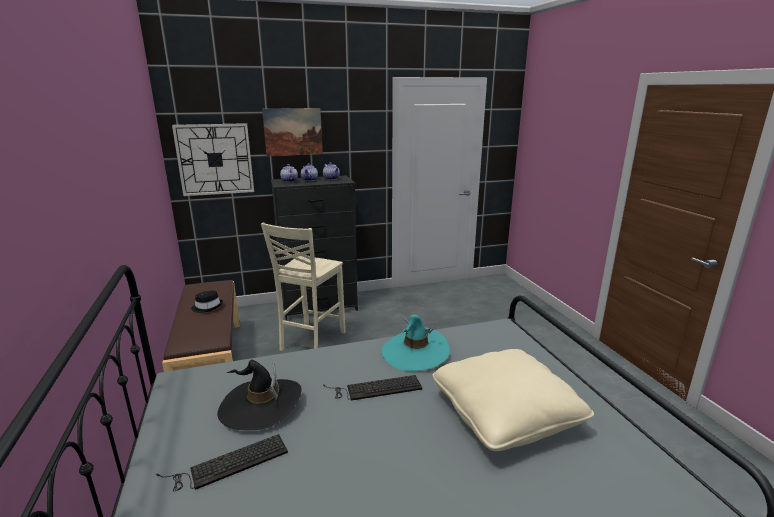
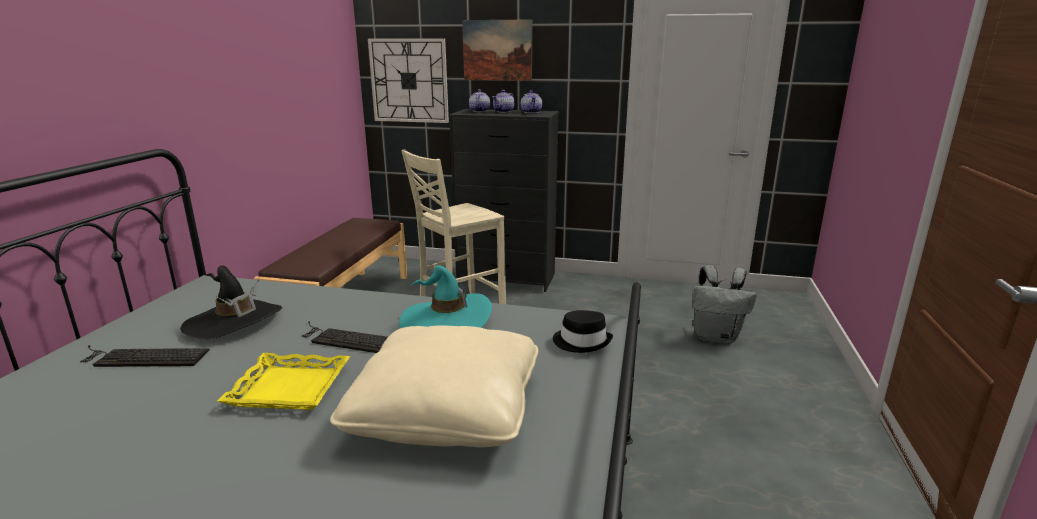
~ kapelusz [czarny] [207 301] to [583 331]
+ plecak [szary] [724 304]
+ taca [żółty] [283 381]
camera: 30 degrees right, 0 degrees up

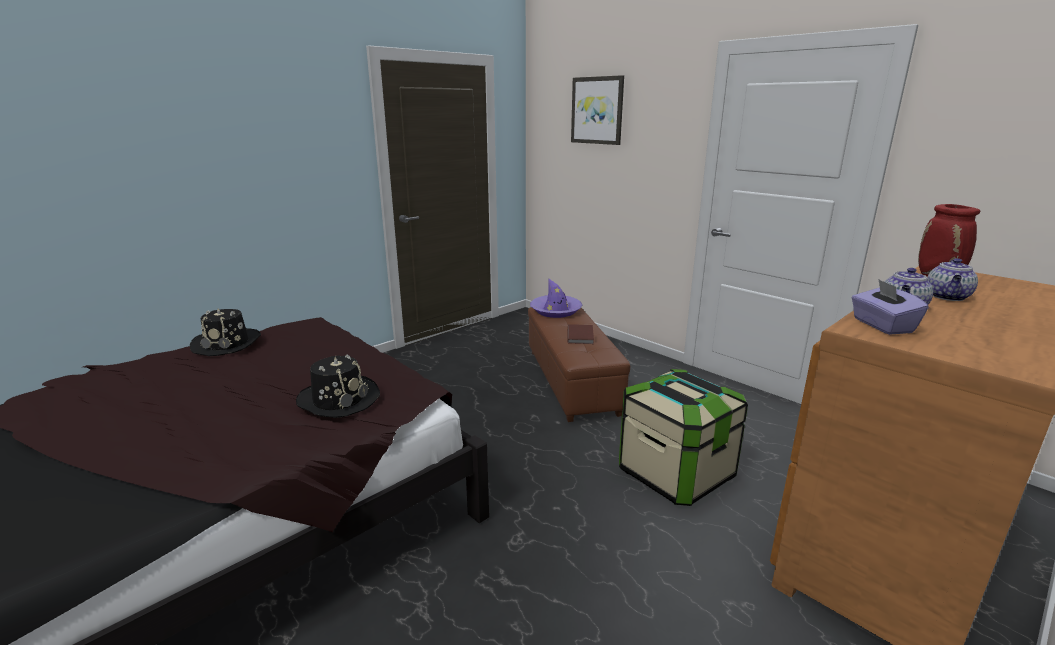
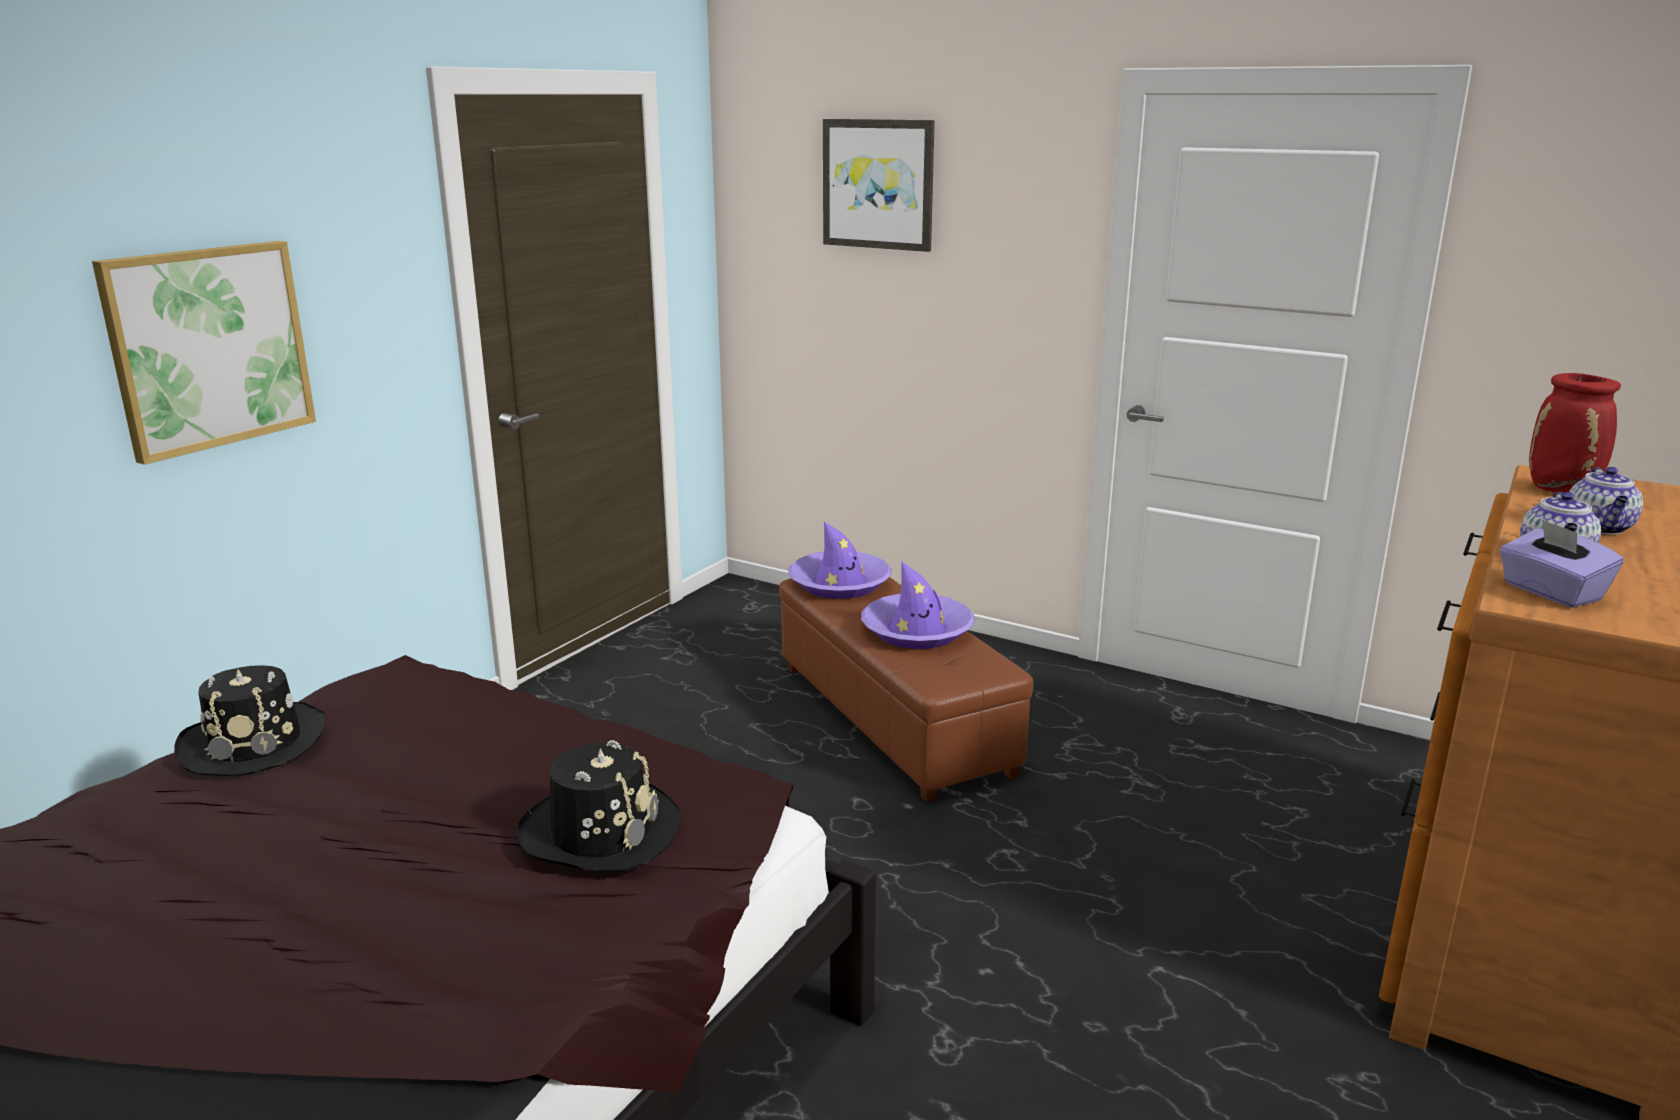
~ książka [brązowy] [580 334] to kapelusz [fioletowy] [918 605]
- pojemnik do przechowywania [683 437]
+ obraz [204 353]
camera: 15 degrees left, 0 degrees up

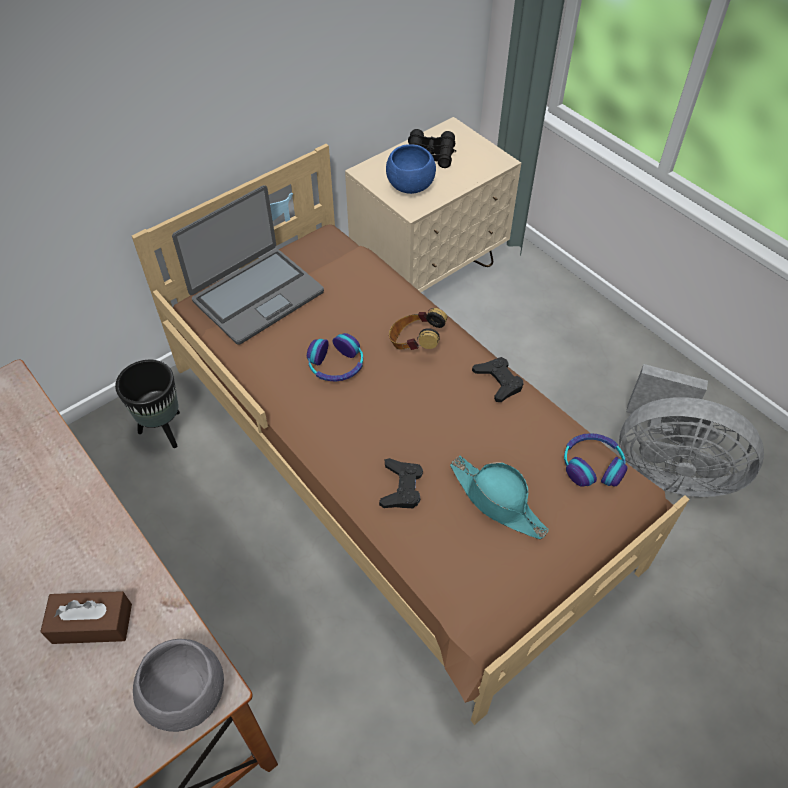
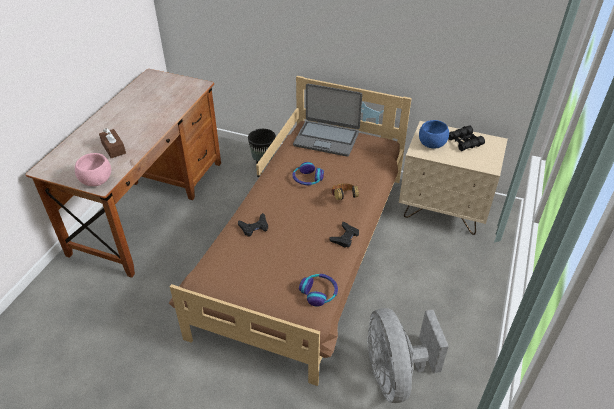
- kapelusz [turkusowy] [499 497]
~ miska [szary] [178 685] to miska [różowy] [93 169]
camera: 60 degrees right, 10 degrees down

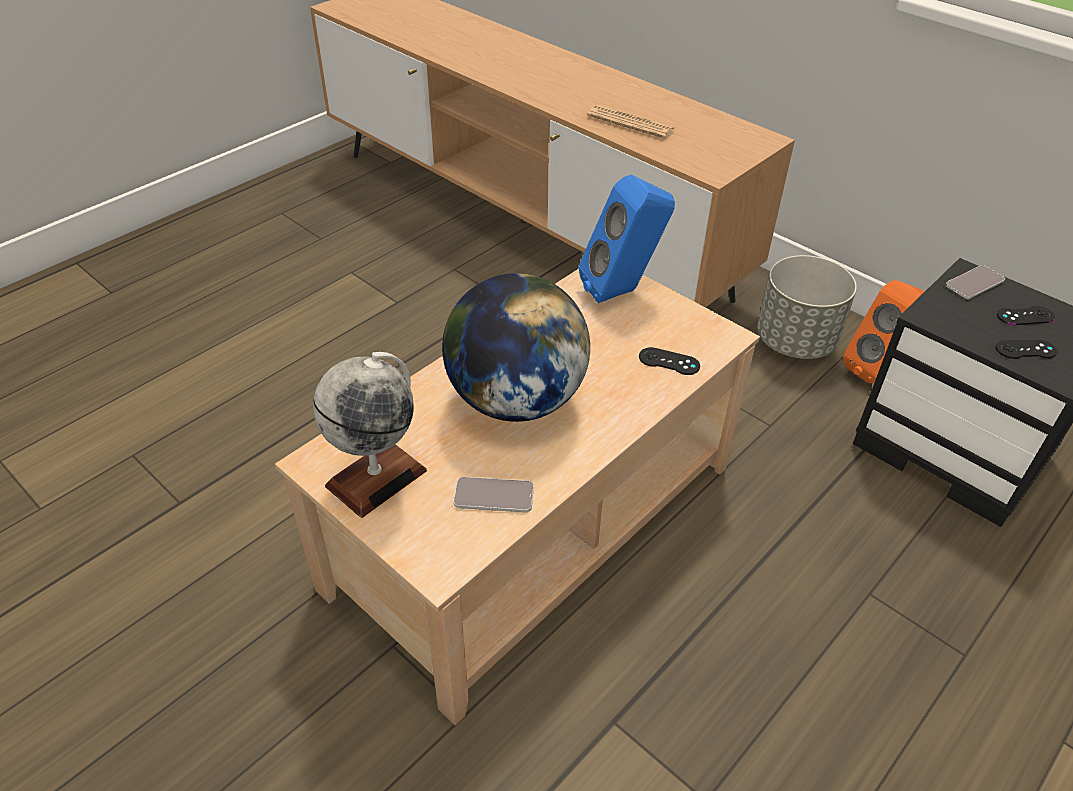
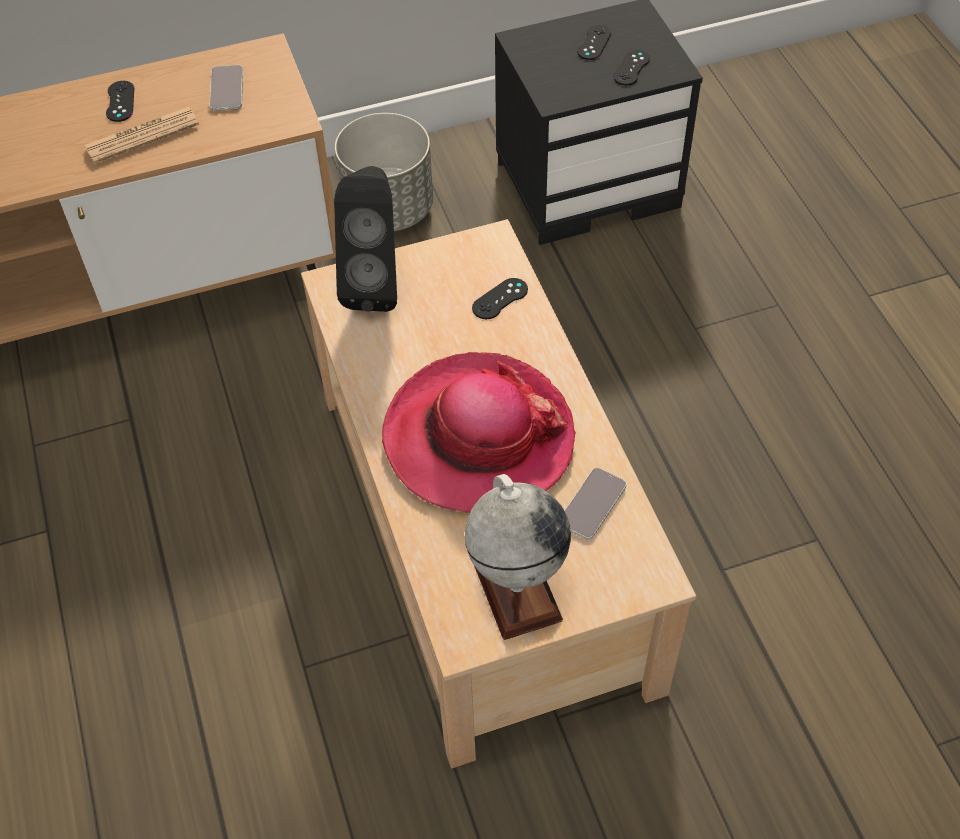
~ głośnik [niebieski] [627 238] to głośnik [czarny] [365 239]
~ telefon [975 282] to [226 88]
~ globus [516 347] to kapelusz [479 432]
- głośnik [pomarańczowy] [883 331]
+ pad do gier [czarny] [120 101]
camera: 60 degrees left, 10 degrees up

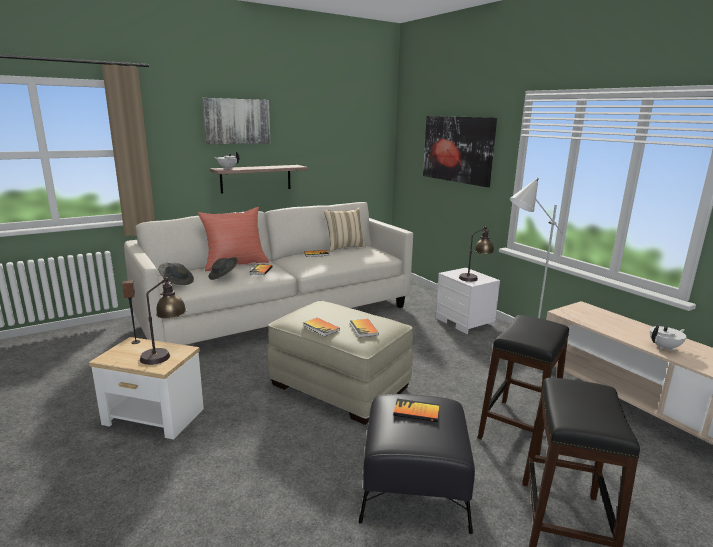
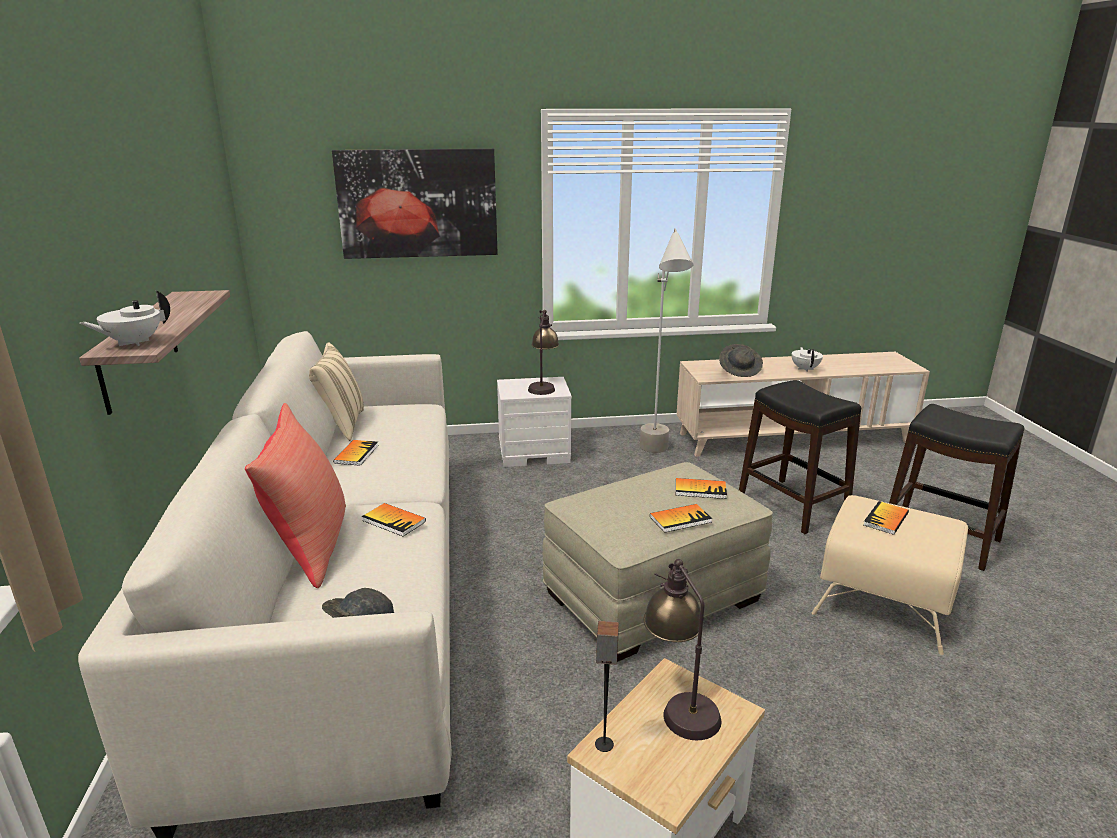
- obraz [236 121]
~ kapelusz [szary] [223 268] to [741 360]
~ pufa [czarny] [417 464] to pufa [beżowy] [889 575]
camera: 65 degrees left, 5 degrees up

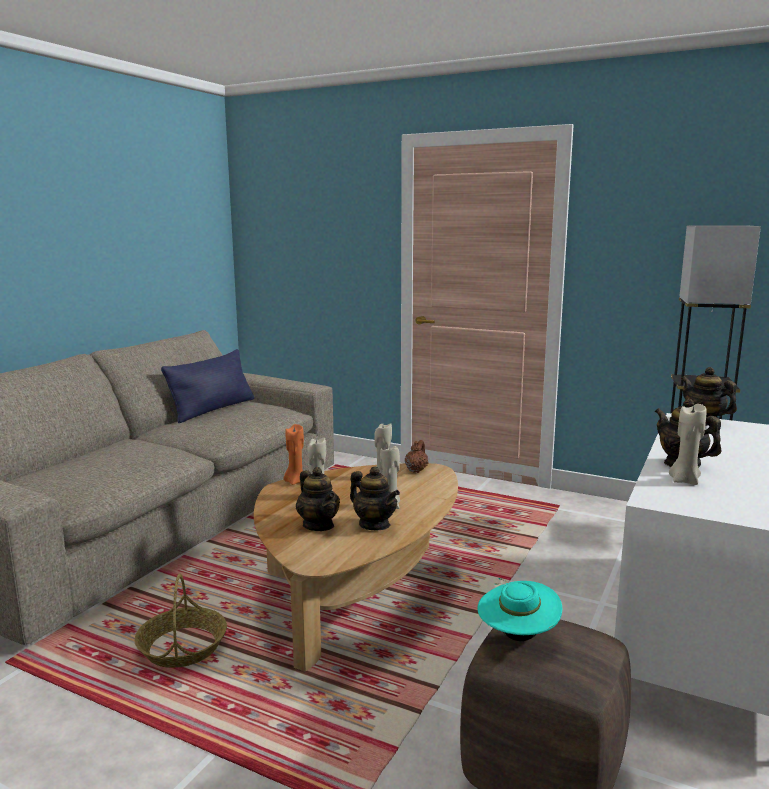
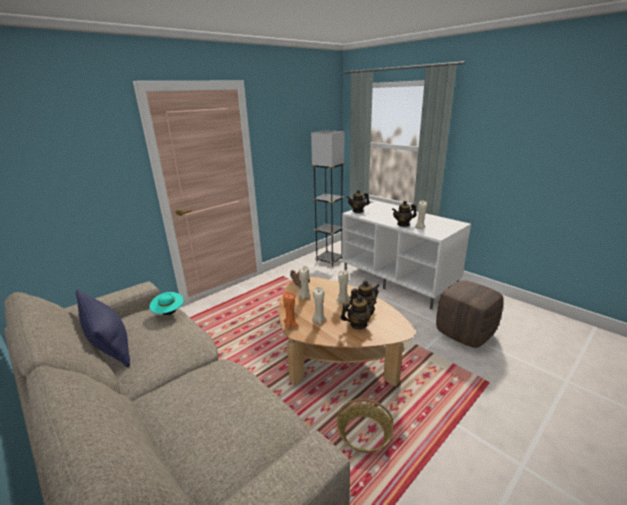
~ kapelusz [turkusowy] [519 609] to [166 303]
camera: 70 degrees left, 10 degrees up

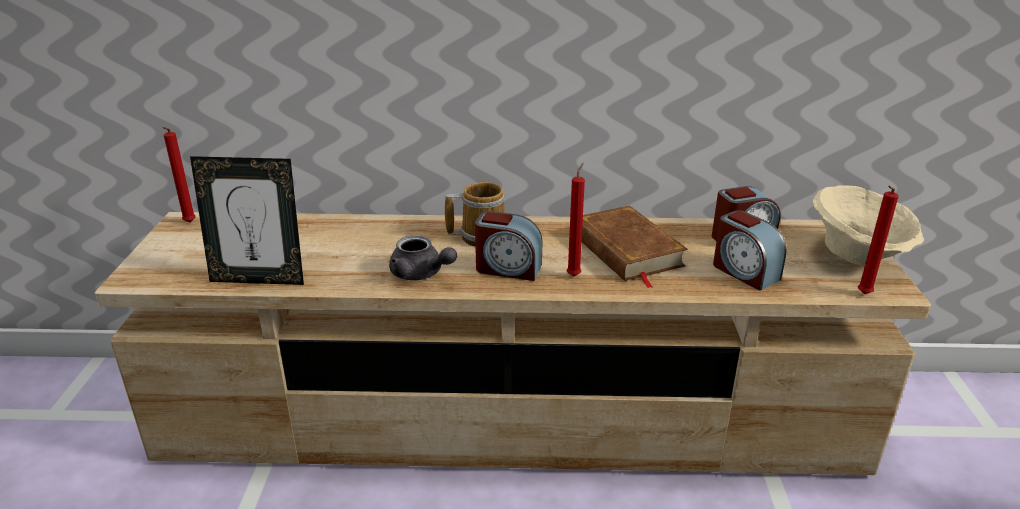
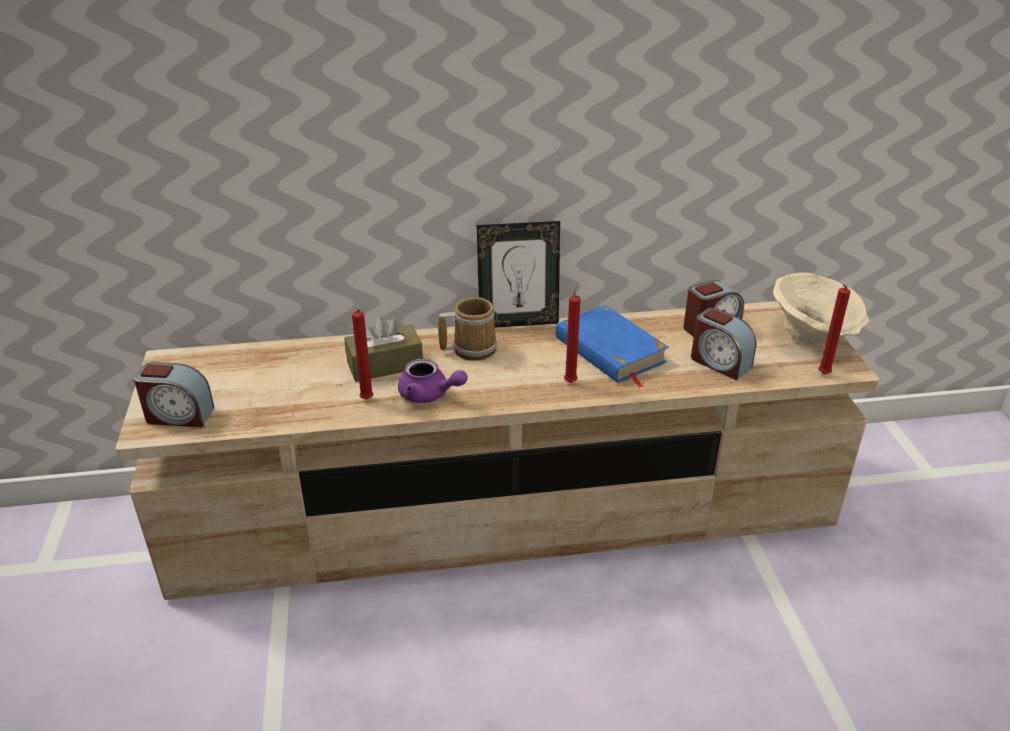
~ świeca [czerwony] [179 174] to [363 354]
~ ramka na zdjęcie [247 220] to [518 274]
~ książka [brązowy] [635 247] to książka [niebieski] [612 346]
~ budzik [508 246] to [174 394]
~ imbryk [szary] [423 257] to imbryk [fioletowy] [432 381]
+ pudełko chusteczek [brązowy] [383 349]
camera: 10 degrees left, 5 degrees up

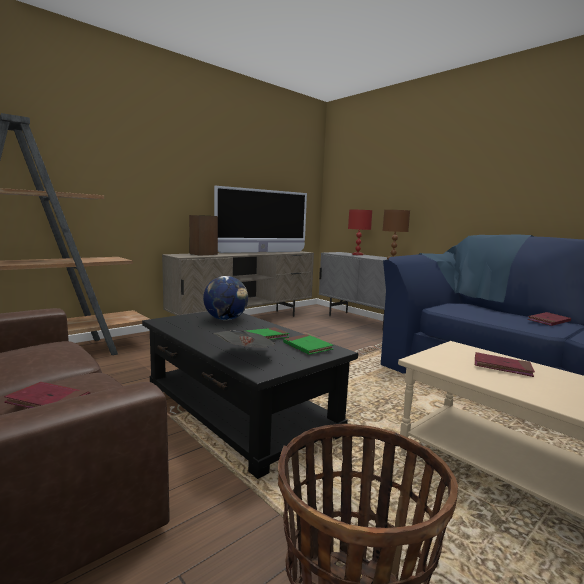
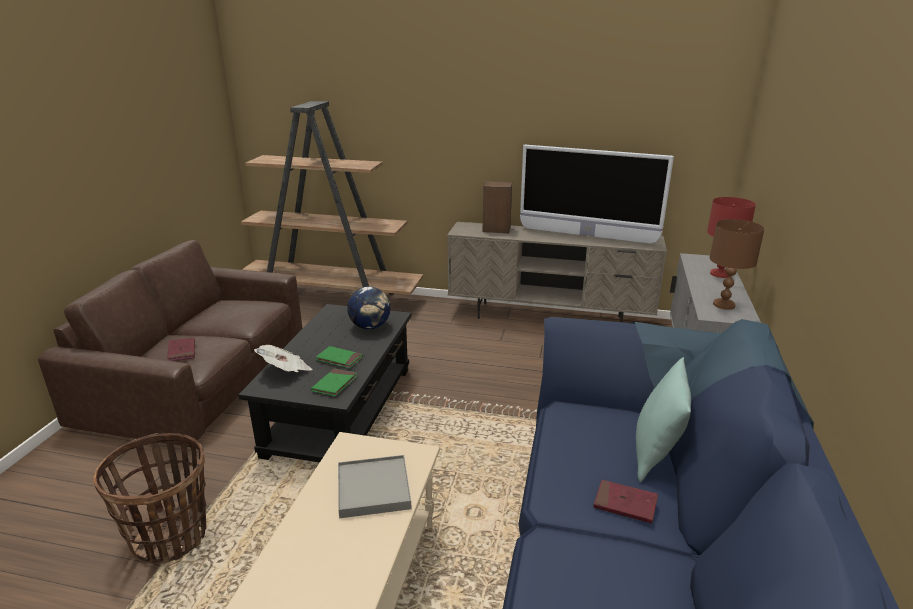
~ książka [czerwony] [505 364] to taca [szary] [375 486]
+ poduszka [turkusowy] [663 419]
camera: 55 degrees right, 15 degrees up

